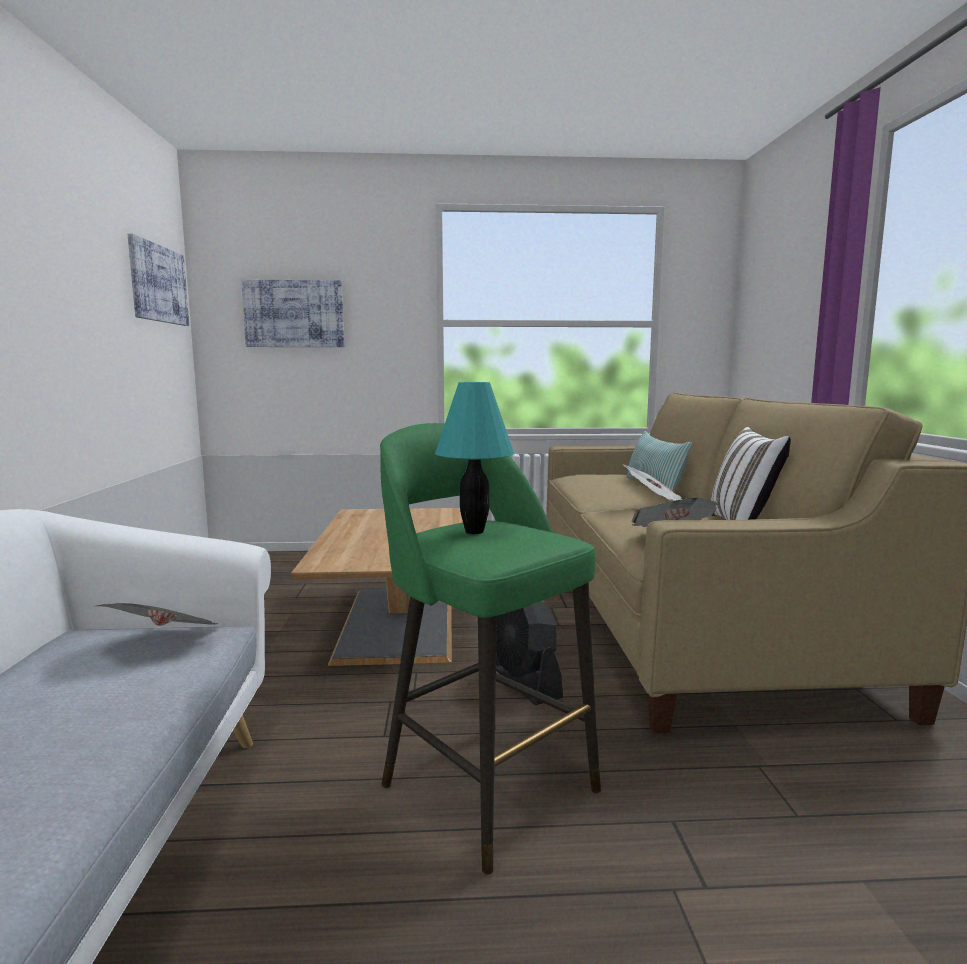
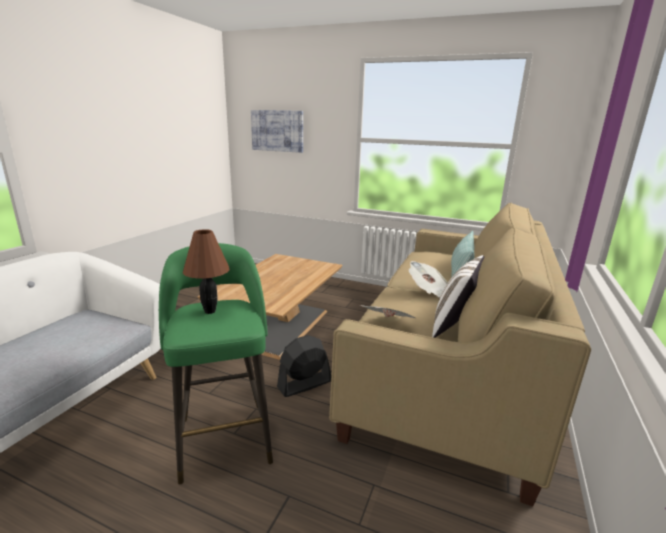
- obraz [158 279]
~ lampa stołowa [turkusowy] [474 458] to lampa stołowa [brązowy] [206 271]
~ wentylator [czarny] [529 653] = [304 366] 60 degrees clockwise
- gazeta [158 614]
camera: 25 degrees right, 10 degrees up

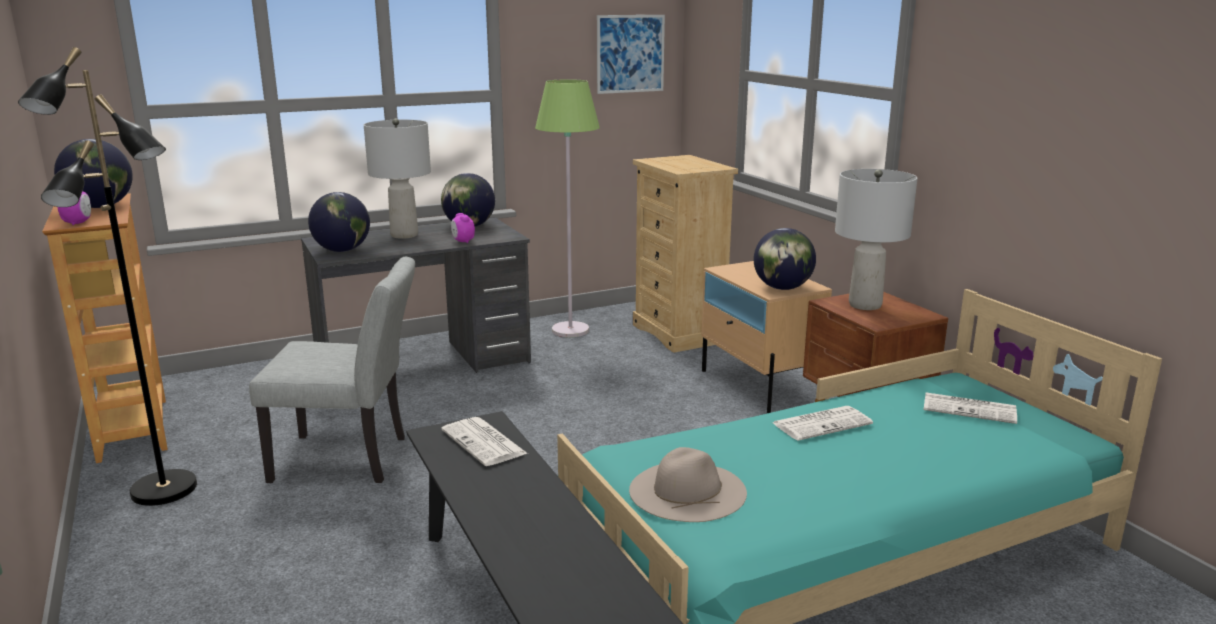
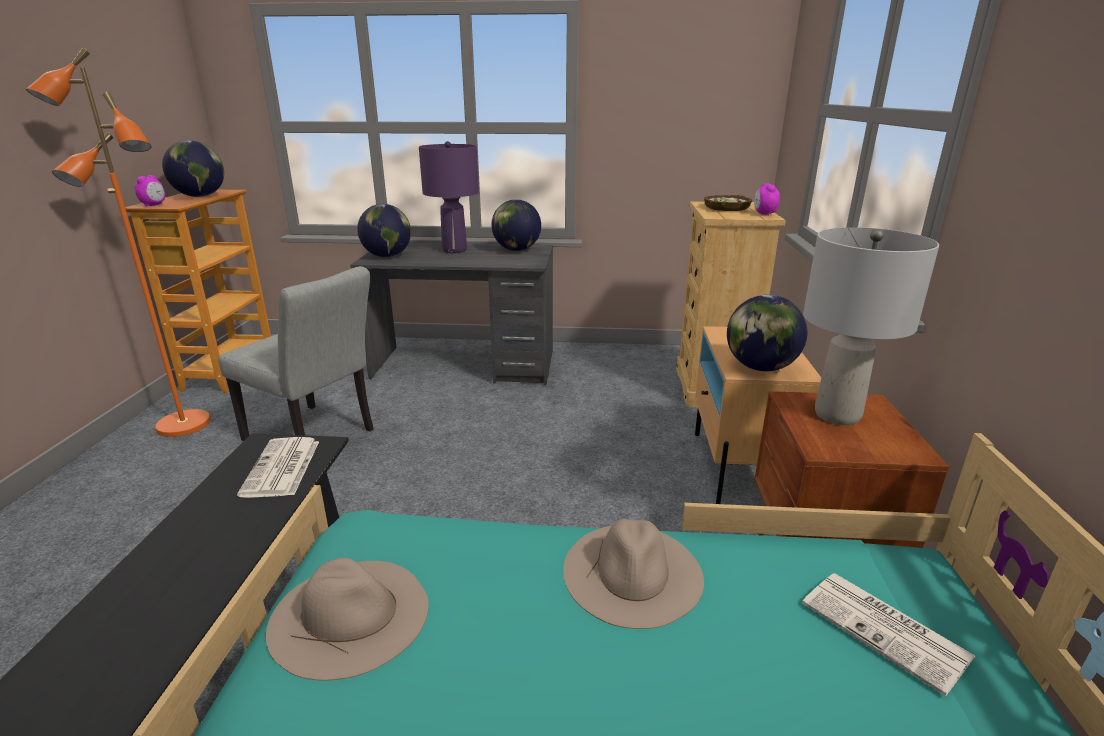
- obraz [631 54]
~ lampa stojąca [czarny] [107 276] to lampa stojąca [pomarańczowy] [118 242]
- lampa stojąca [zielony] [567 208]
~ lampa stołowa [szary] [397 178] to lampa stołowa [fioletowy] [449 197]
~ budzik [463 228] to [767 199]
~ gazeta [823 423] to kapelusz [beżowy] [633 574]
+ miska [728 203]
camera: 30 degrees right, 5 degrees up

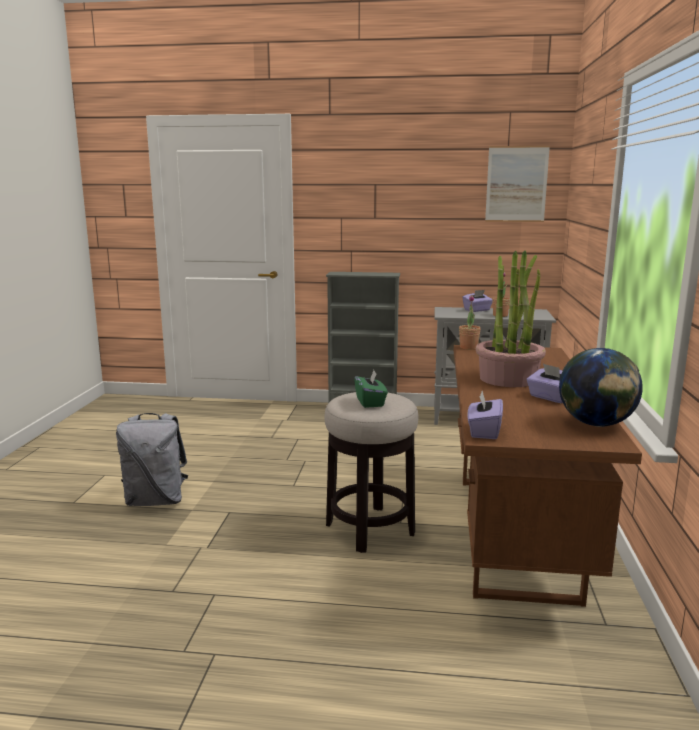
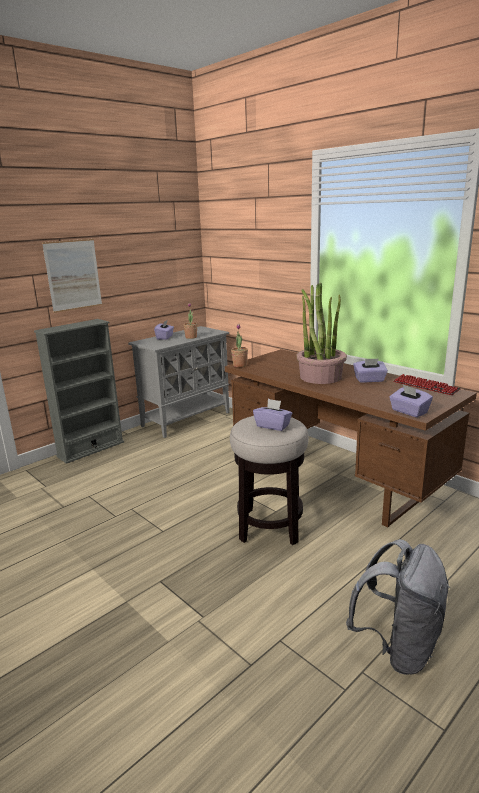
~ obraz [517 184] to [72 276]
~ globus [601 387] to klawiatura [427 384]
~ pudełko chusteczek [zielony] [371 389] to pudełko chusteczek [fioletowy] [273 415]
~ plecak [szary] [152 459] to [398 607]
camera: 50 degrees left, 5 degrees up

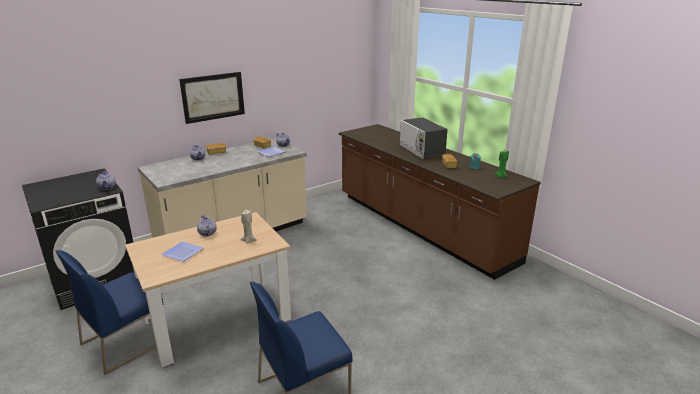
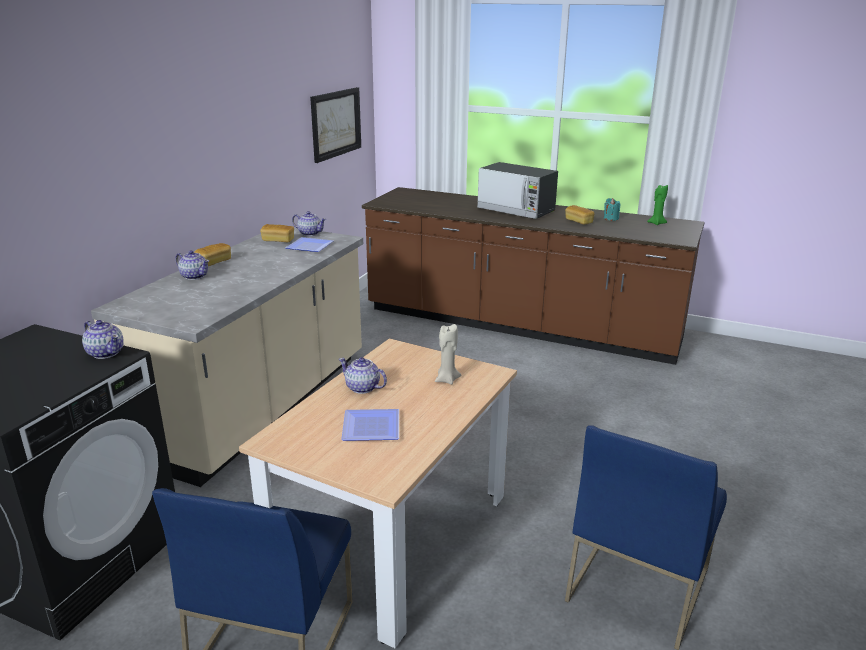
~ obraz [212 98] to [335 125]
camera: 30 degrees left, 0 degrees up

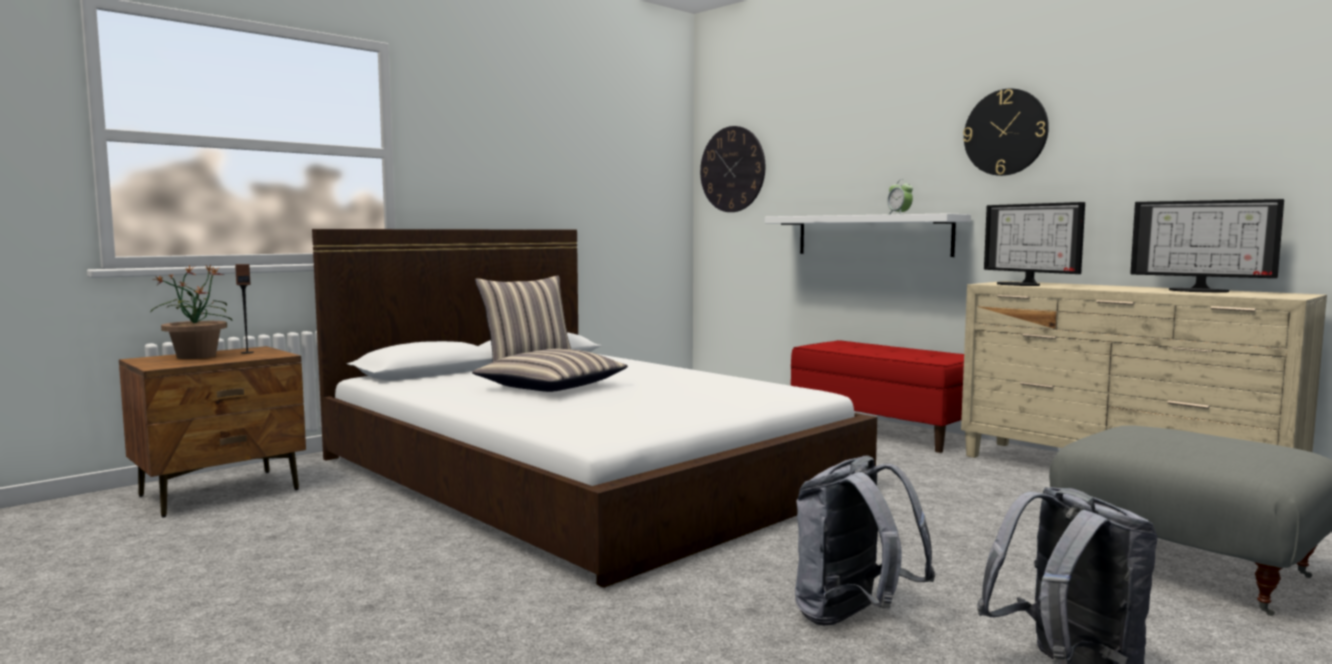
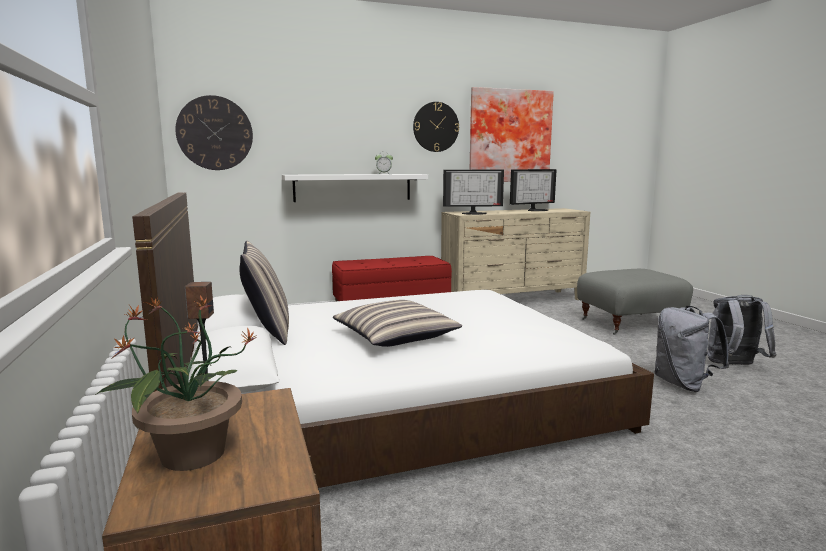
+ obraz [512 134]
camera: 65 degrees left, 5 degrees up

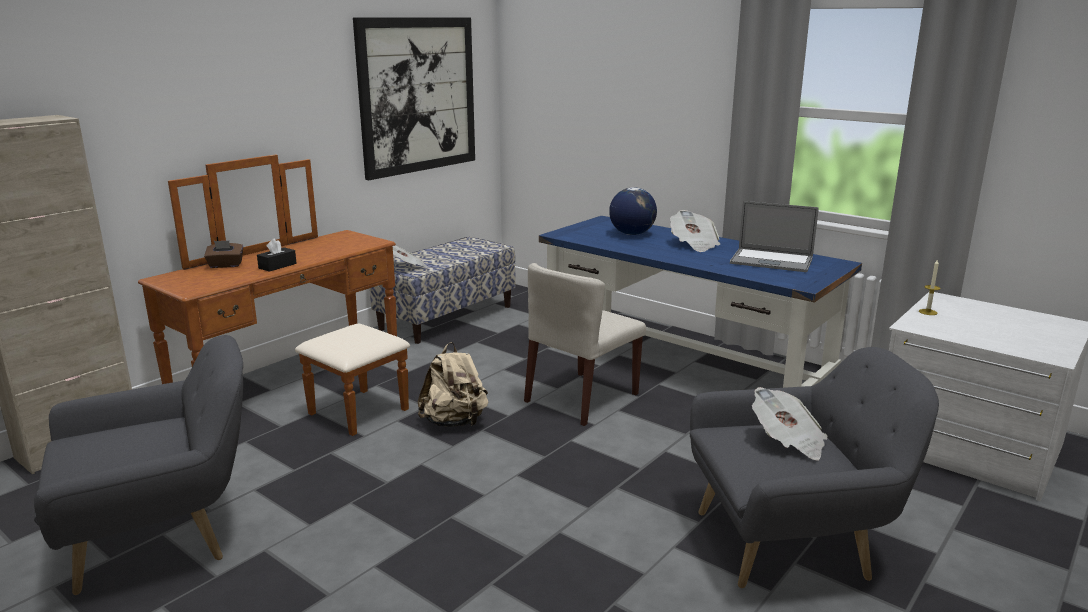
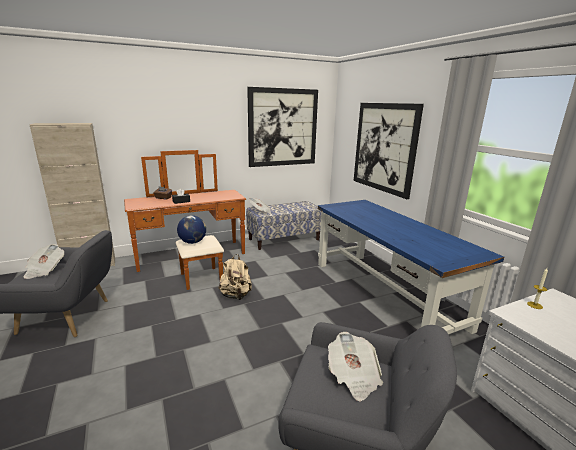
~ globus [633 211] to [191 229]
- laptop [774 236]
~ gazeta [695 231] to [43 261]
- krzesło [beżowy] [585 344]
+ obraz [389 151]
camera: 25 degrees right, 0 degrees up

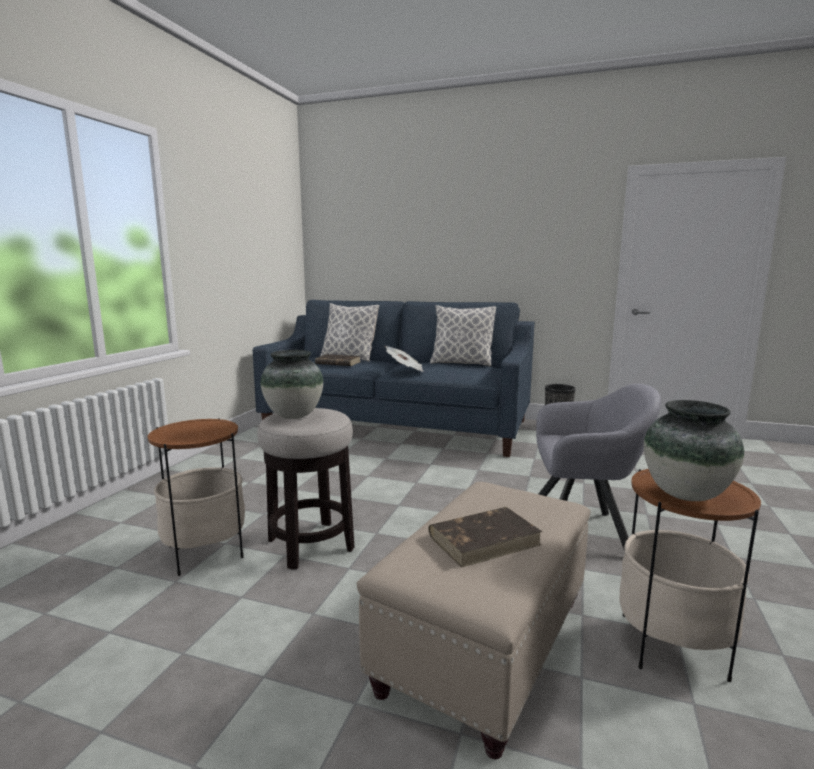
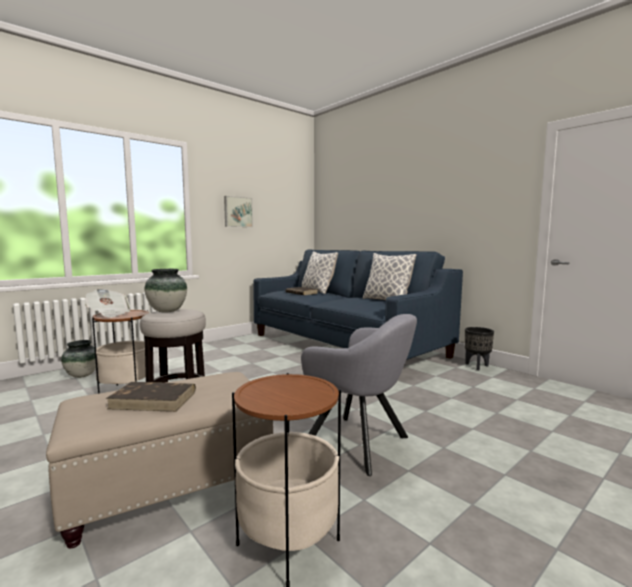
~ gazeta [404 359] to [107 303]
~ wazon [694 450] to [78 359]
+ obraz [238 211]
camera: 30 degrees right, 5 degrees down

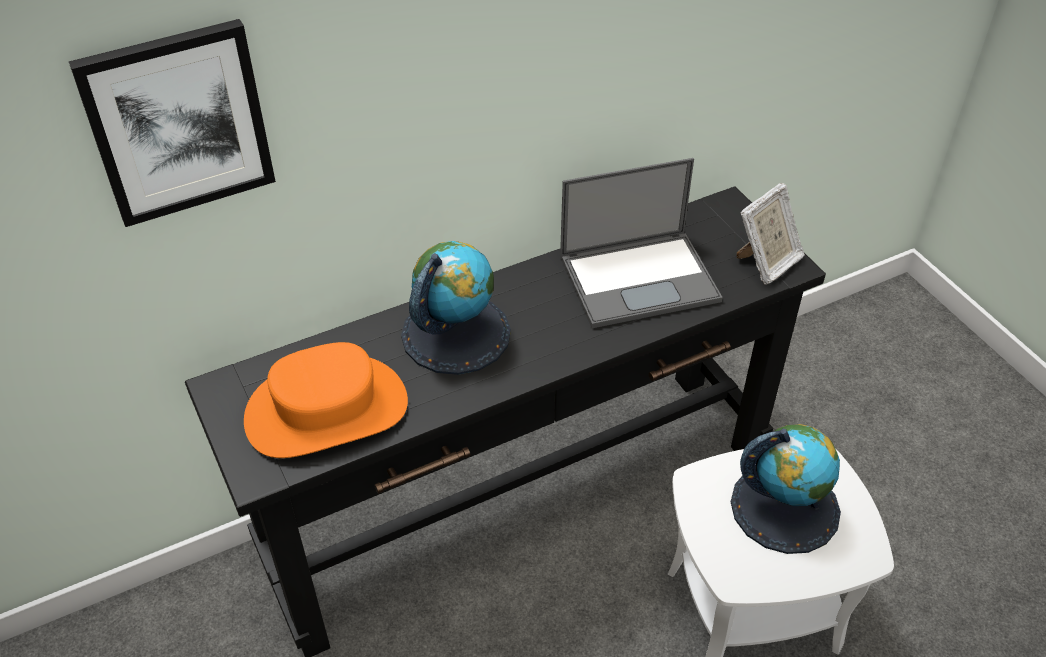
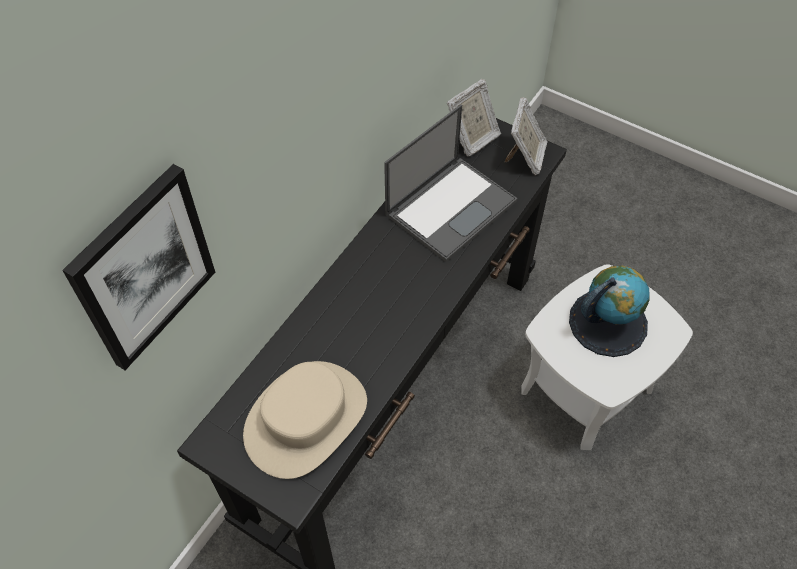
- globus [456 308]
~ kapelusz [pomarańczowy] [326 400] to kapelusz [beżowy] [305 420]
+ ramka na zdjęcie [474 117]
camera: 30 degrees left, 10 degrees up

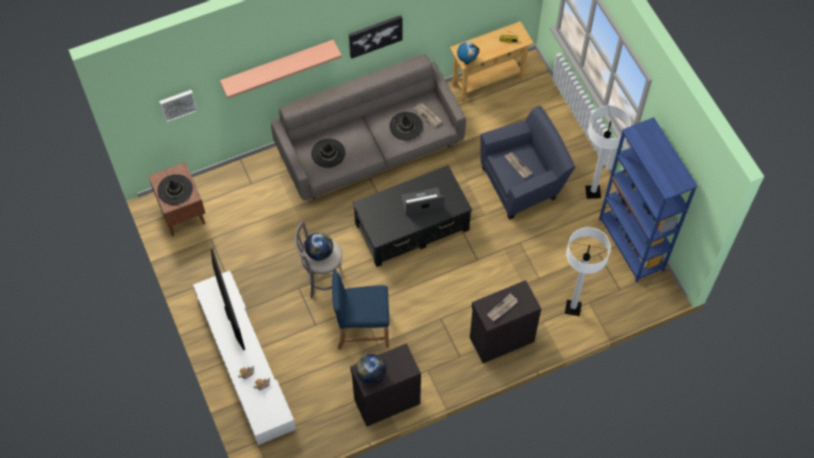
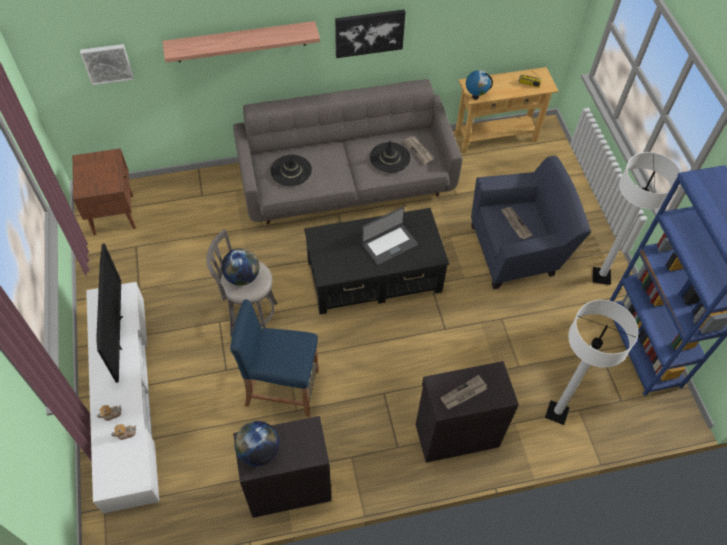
- kapelusz [czarny] [175 189]
~ laptop [423 201] = [390 236] 150 degrees clockwise
camera: 10 degrees right, 5 degrees down

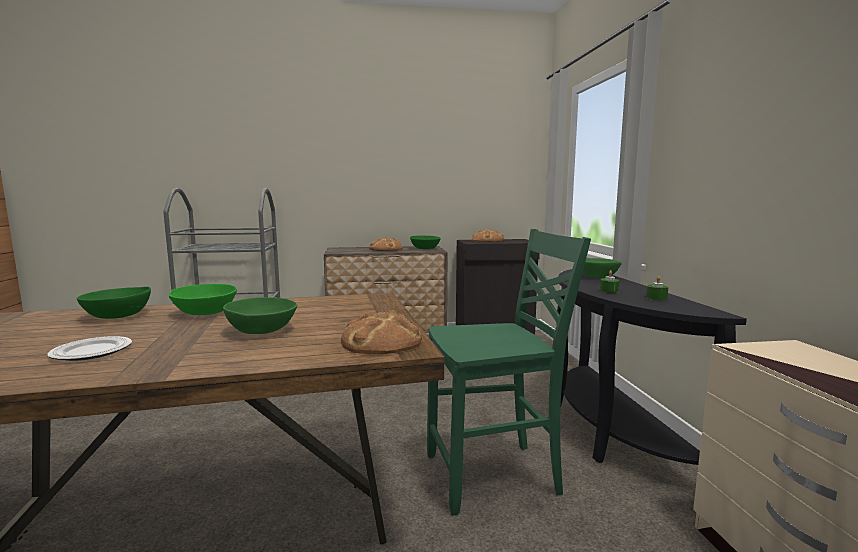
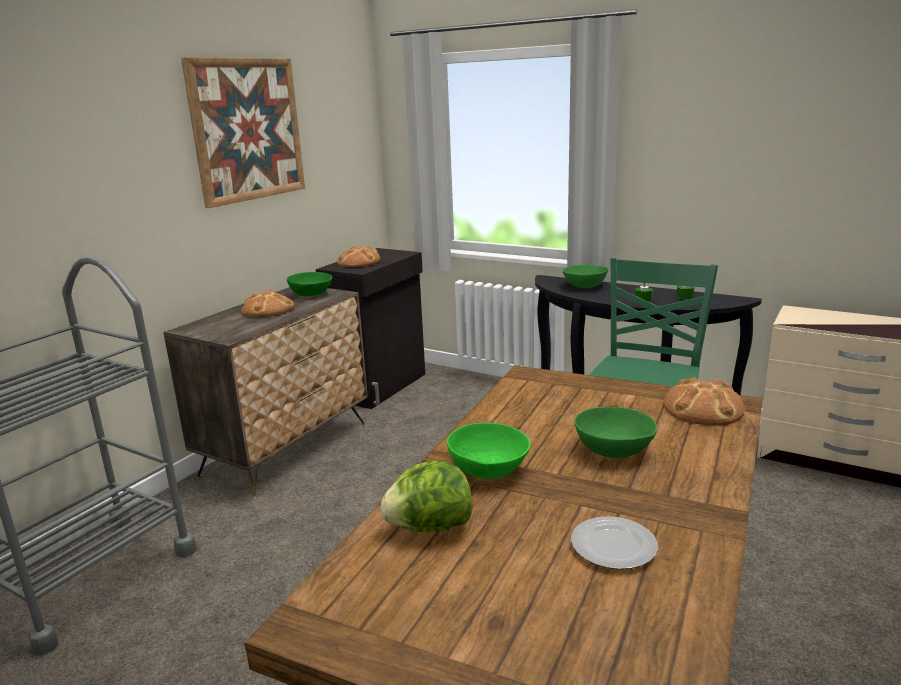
~ miska [zielony] [113 303] to sałata [426 496]
+ obraz [243 132]
camera: 50 degrees left, 10 degrees up

